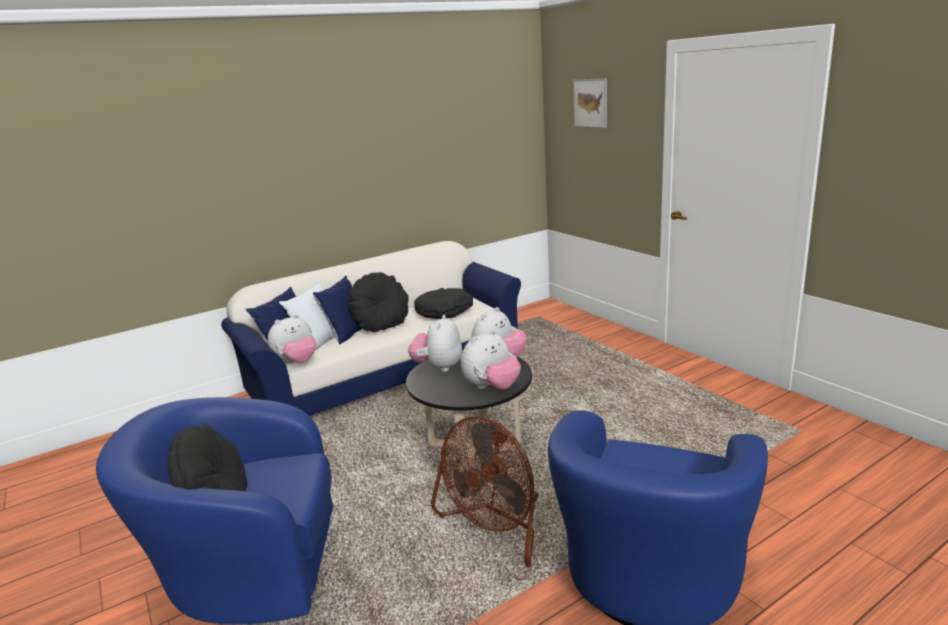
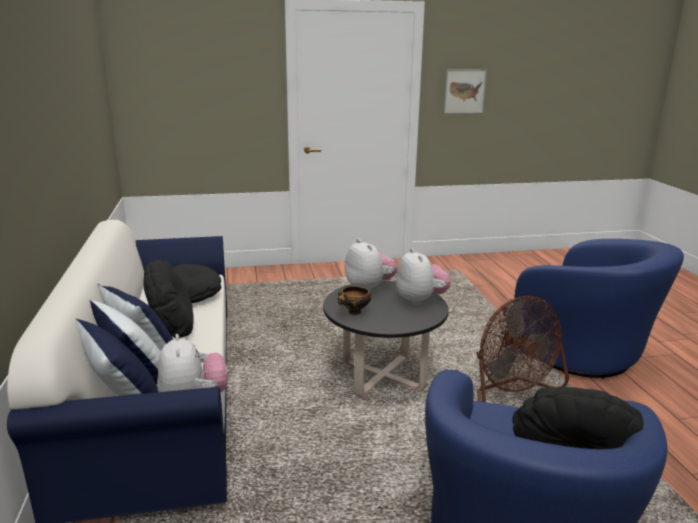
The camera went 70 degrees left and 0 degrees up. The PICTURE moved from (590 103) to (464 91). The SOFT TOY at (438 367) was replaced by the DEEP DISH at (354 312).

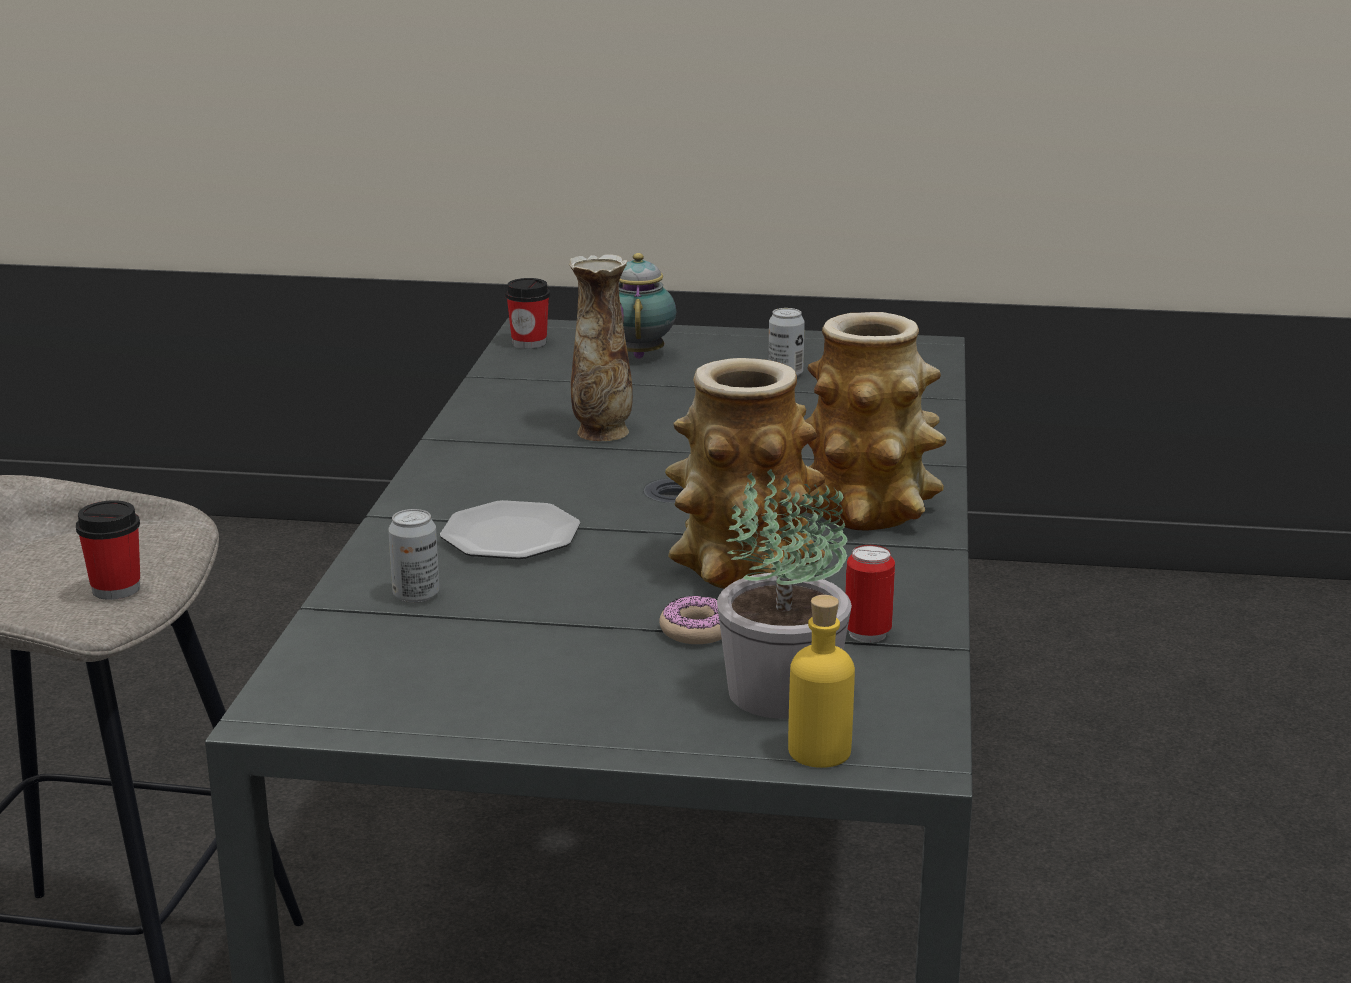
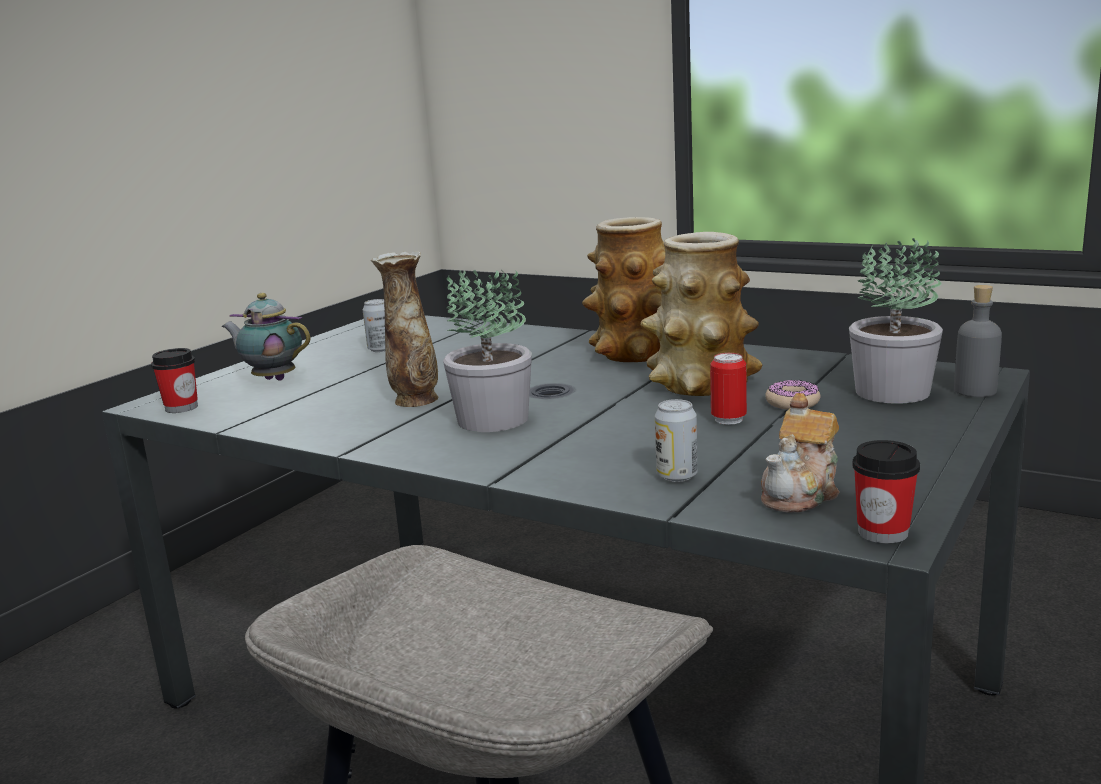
The camera went 65 degrees left and 5 degrees down. The FLAT DISH at (509 536) disappeared. The HOUSEPLANT at (493 420) appeared. The TEA POT at (802 494) appeared. The CUP moved from (116 589) to (883 532). The SEALED CAN moved from (867 634) to (728 420). The YELLOWISH DRINK BOTTLE at (819 751) became the GREYISH DRINK BOTTLE at (975 391).

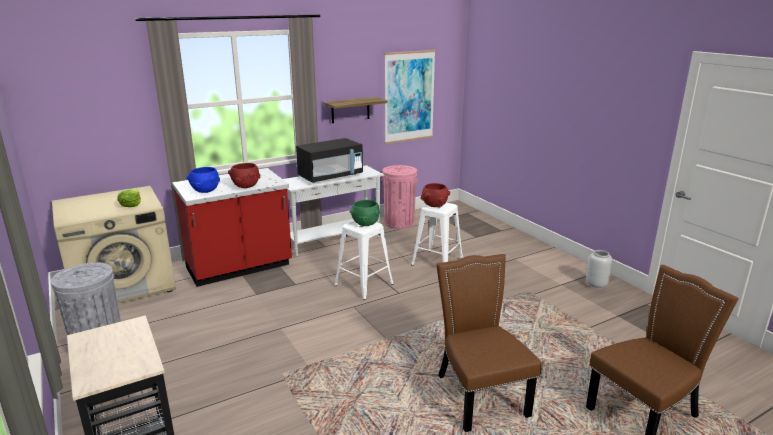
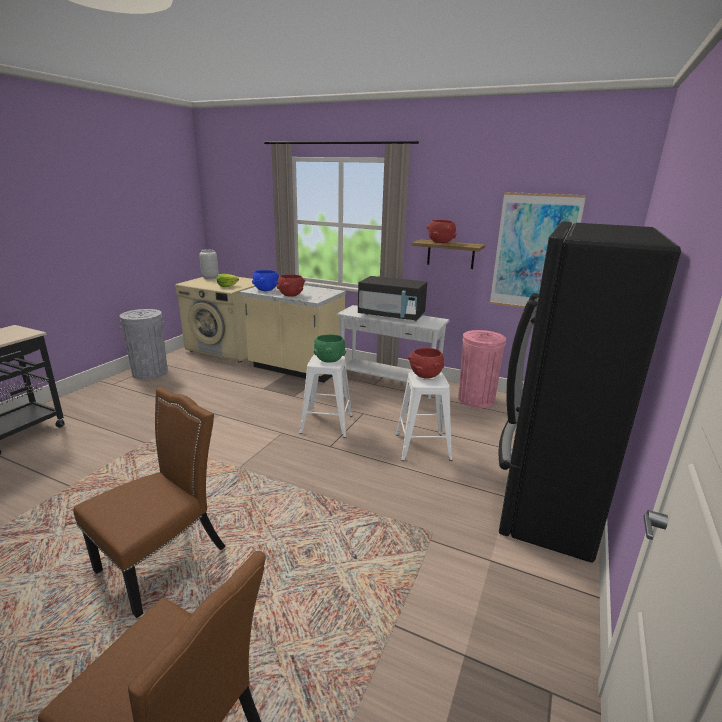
The camera went 55 degrees right and 0 degrees up. The RED DEEP DISH at (440 242) appeared. The BLACK FRIDGE at (543 500) appeared. The GREYISH VASE moved from (596 285) to (210 278). The RED KITCHEN BASE UNIT at (239 268) became the BEIGE KITCHEN BASE UNIT at (296 369).

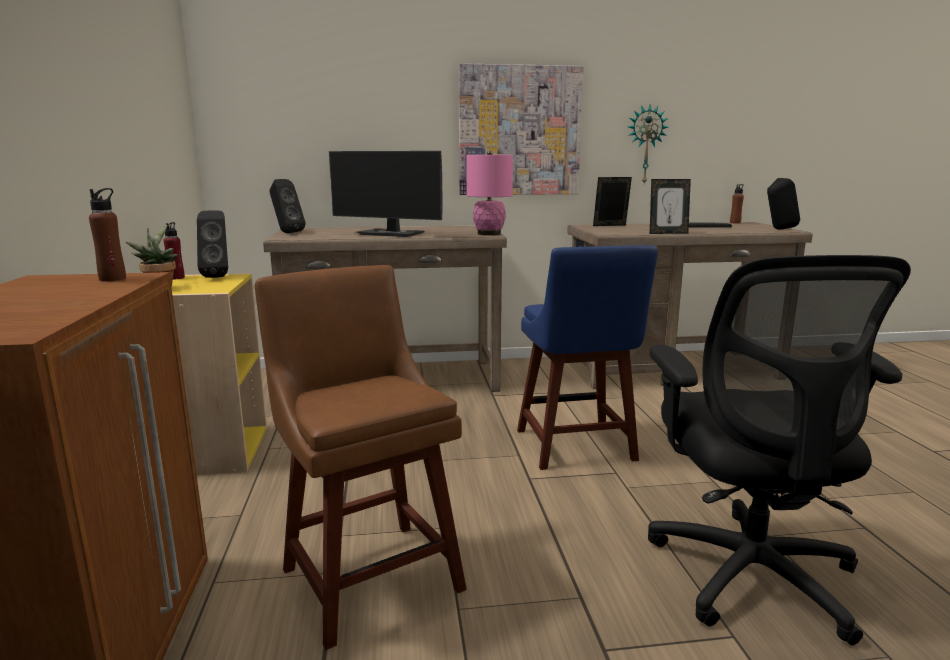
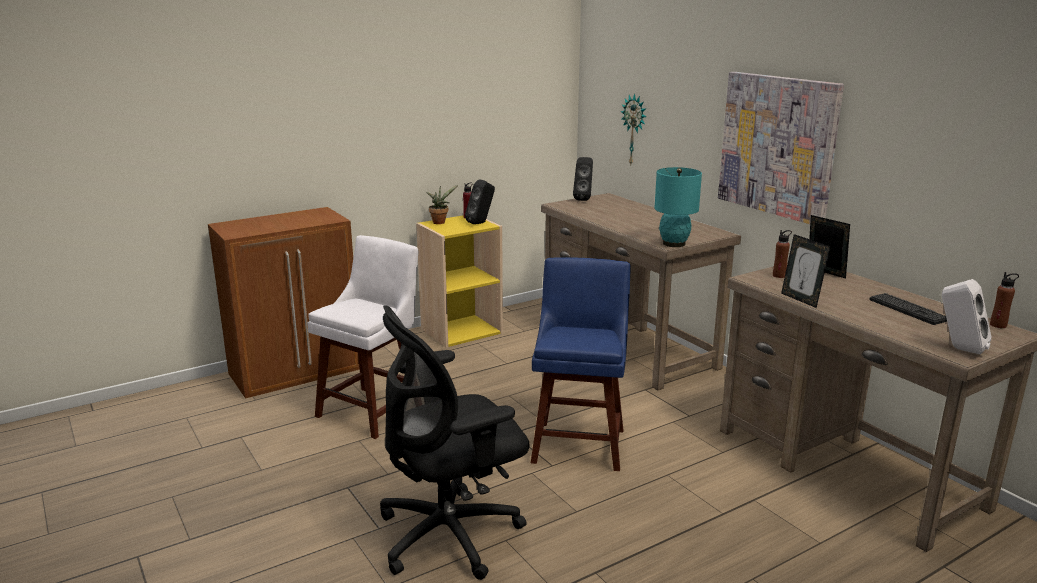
The camera went 65 degrees right and 5 degrees up. The COMPUTER DISPLAY at (392 234) disappeared. The BROWNISH DRINK BOTTLE moved from (113 279) to (779 275). The CLOCK ON THE WALL moved from (645 145) to (635 130). The BROWNISH PLAIN CHAIR at (369 573) became the WHITE PLAIN CHAIR at (373 410). The PINKISH TABLETOP LAMP at (489 234) became the TURQUOISE TABLETOP LAMP at (673 244). The BLACK SPEAKER at (778 229) became the WHITE SPEAKER at (959 349). The BLUE-COLOURED PLAIN CHAIR at (576 448) turned 135 degrees clockwise.

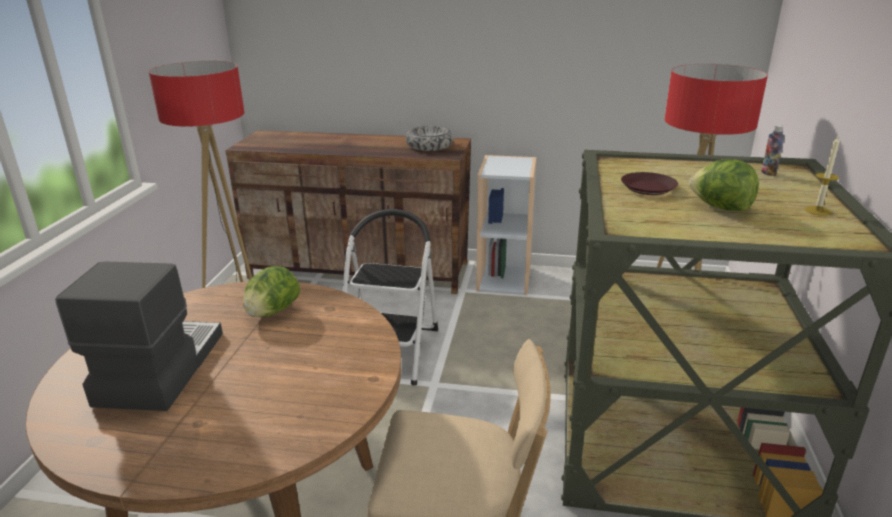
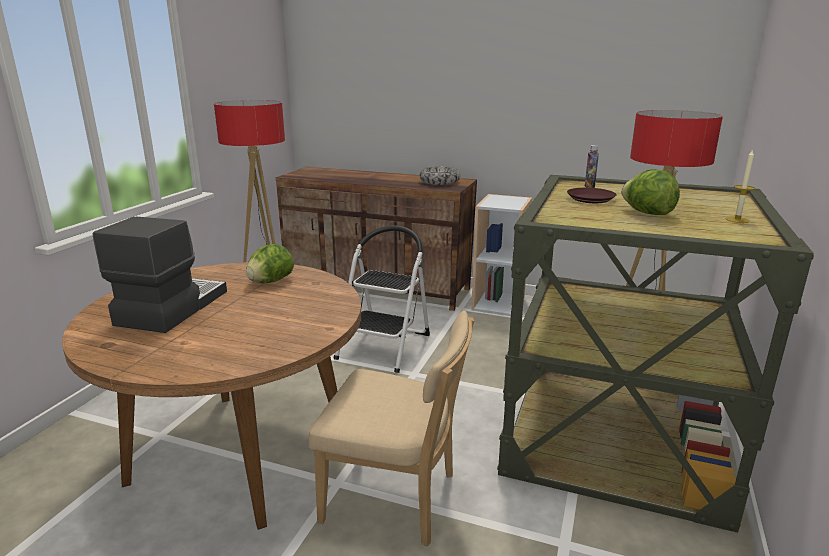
The camera went 10 degrees right and 5 degrees down. The DRINK BOTTLE moved from (768 173) to (589 186).

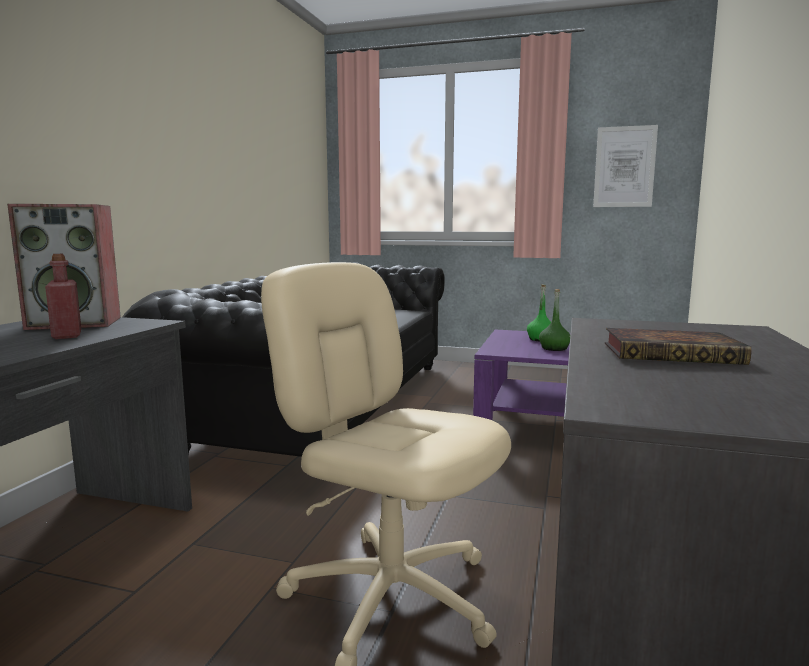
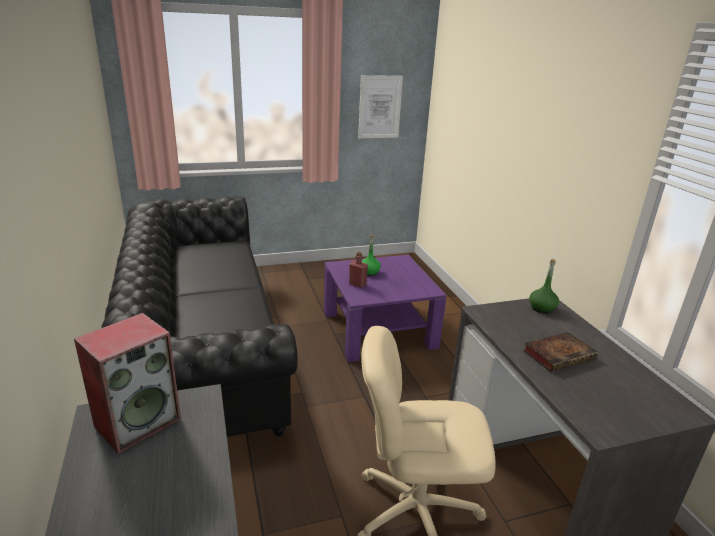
The camera went 35 degrees left and 15 degrees up. The RED DRINK BOTTLE moved from (67 335) to (357 284). The GREEN DRINK BOTTLE moved from (554 348) to (542 308).

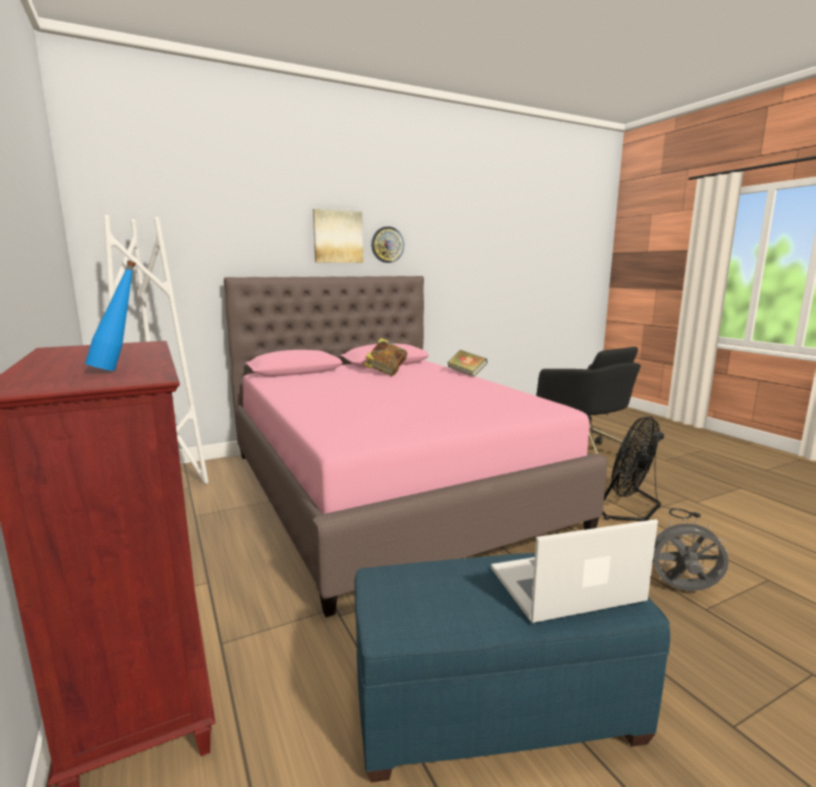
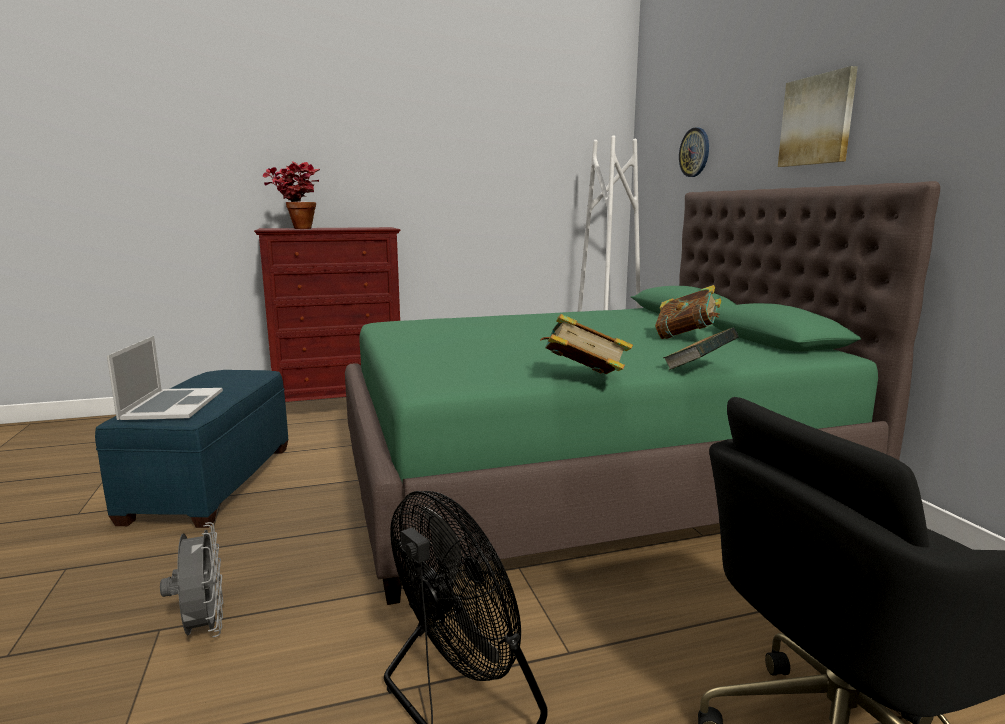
The camera went 100 degrees right and 0 degrees up. The VOLUME at (582 379) appeared. The CLOCK ON THE WALL moved from (387 244) to (695 152). The BLUE-COLOURED DRINK BOTTLE at (118 369) was replaced by the HOUSEPLANT at (296 228). The PINKISH BED at (389 488) became the GREEN BED at (582 473). The GREYISH ELECTRIC FAN at (683 590) turned 45 degrees counterclockwise.

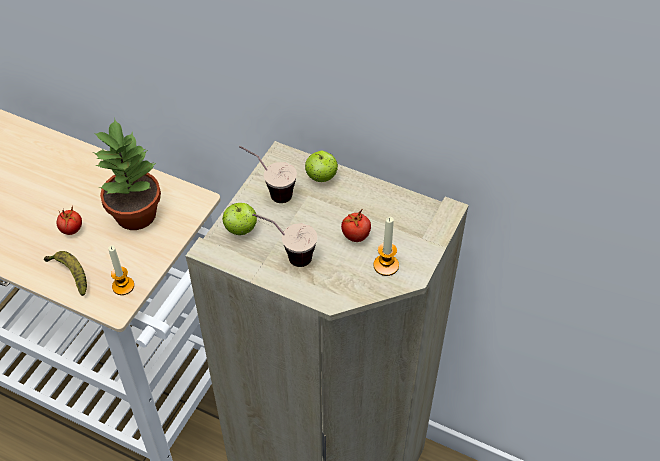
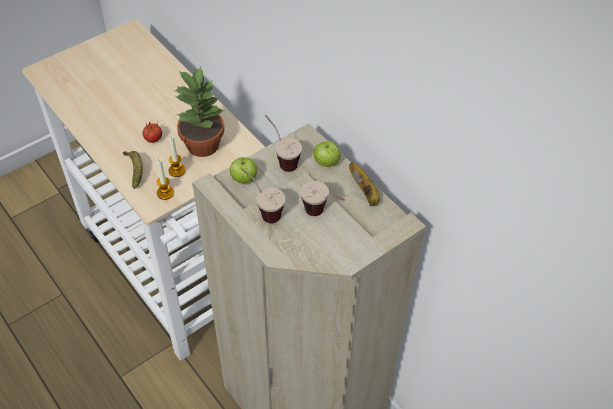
The camera went 25 degrees right and 0 degrees up. The BANANA FRUIT at (365 192) appeared. The WAX LIGHT moved from (386 265) to (177 170). The FRESH TOMATO at (355 235) was replaced by the CUP at (322 215).

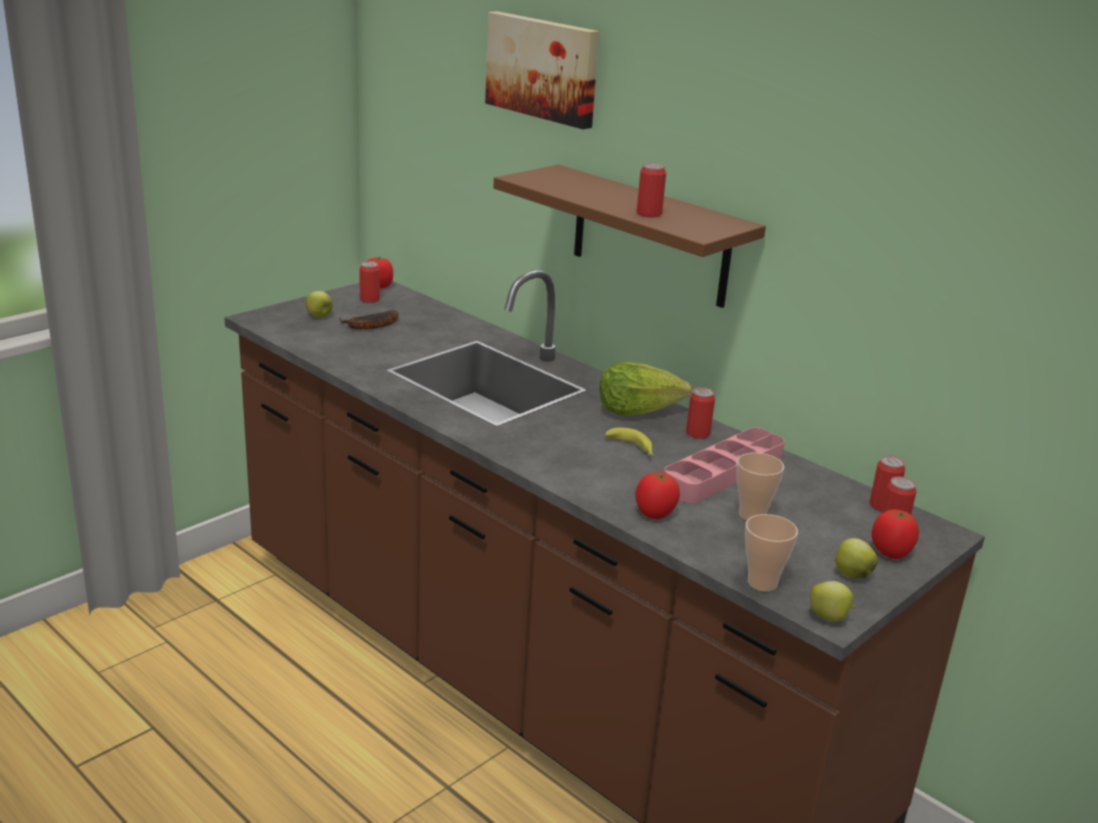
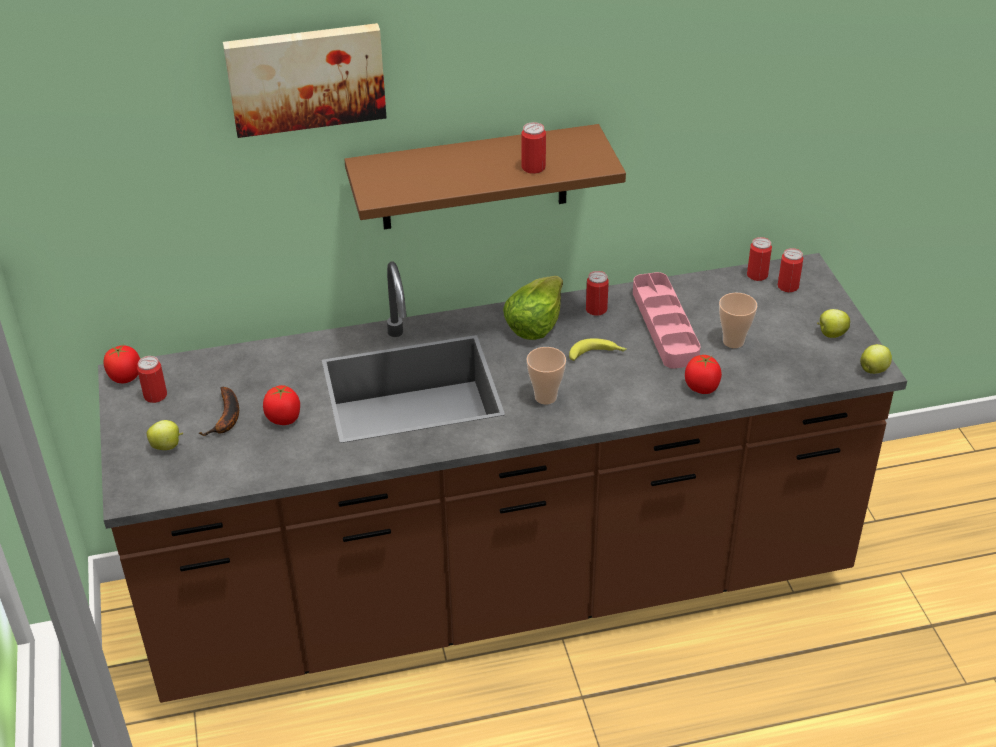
The camera went 55 degrees left and 15 degrees up. The CUP moved from (762 583) to (545 397). The FRESH TOMATO moved from (891 552) to (284 419).

